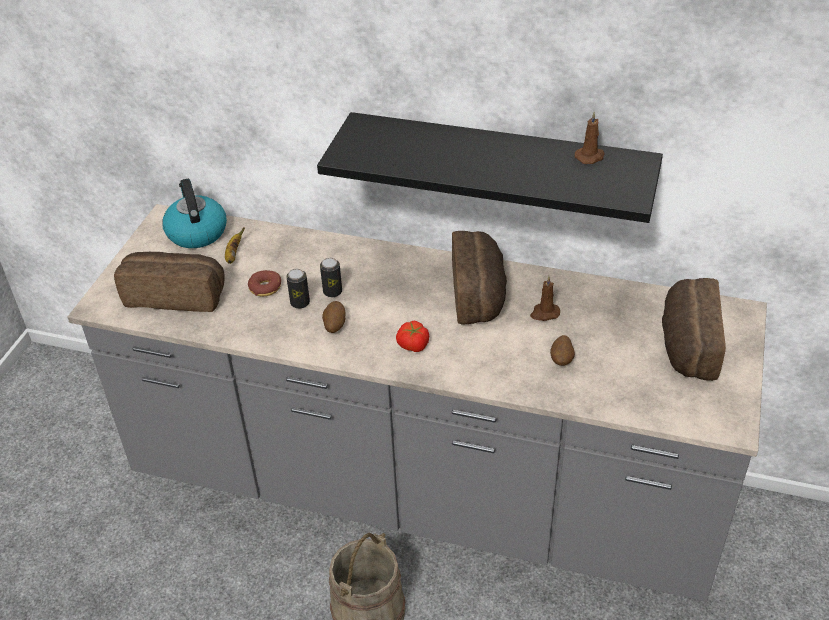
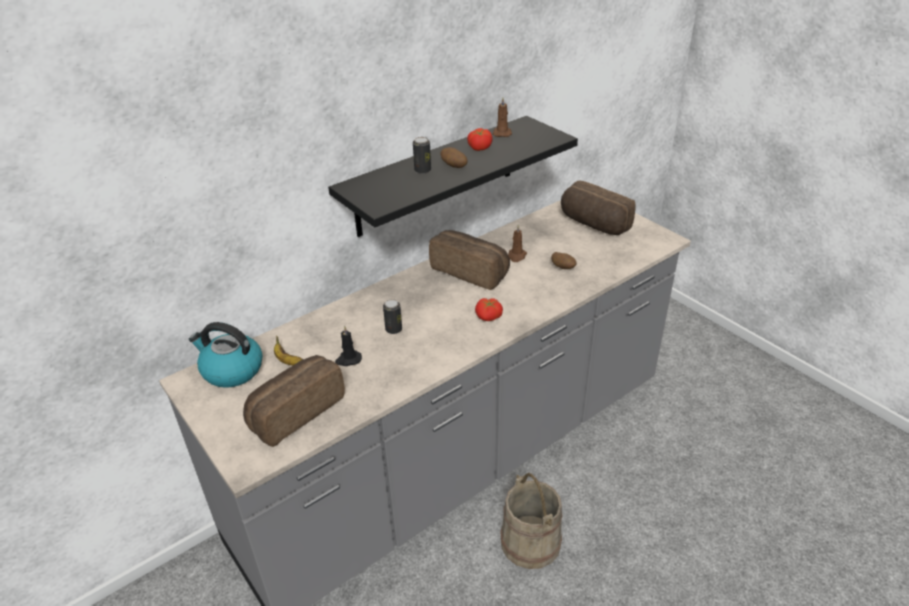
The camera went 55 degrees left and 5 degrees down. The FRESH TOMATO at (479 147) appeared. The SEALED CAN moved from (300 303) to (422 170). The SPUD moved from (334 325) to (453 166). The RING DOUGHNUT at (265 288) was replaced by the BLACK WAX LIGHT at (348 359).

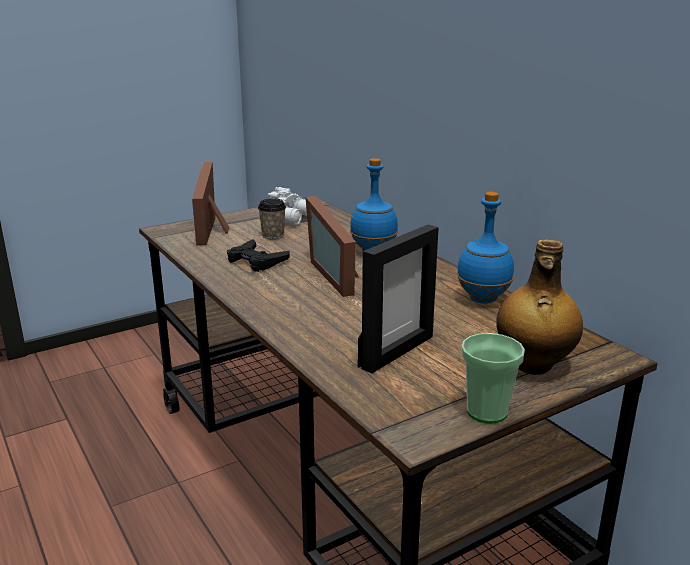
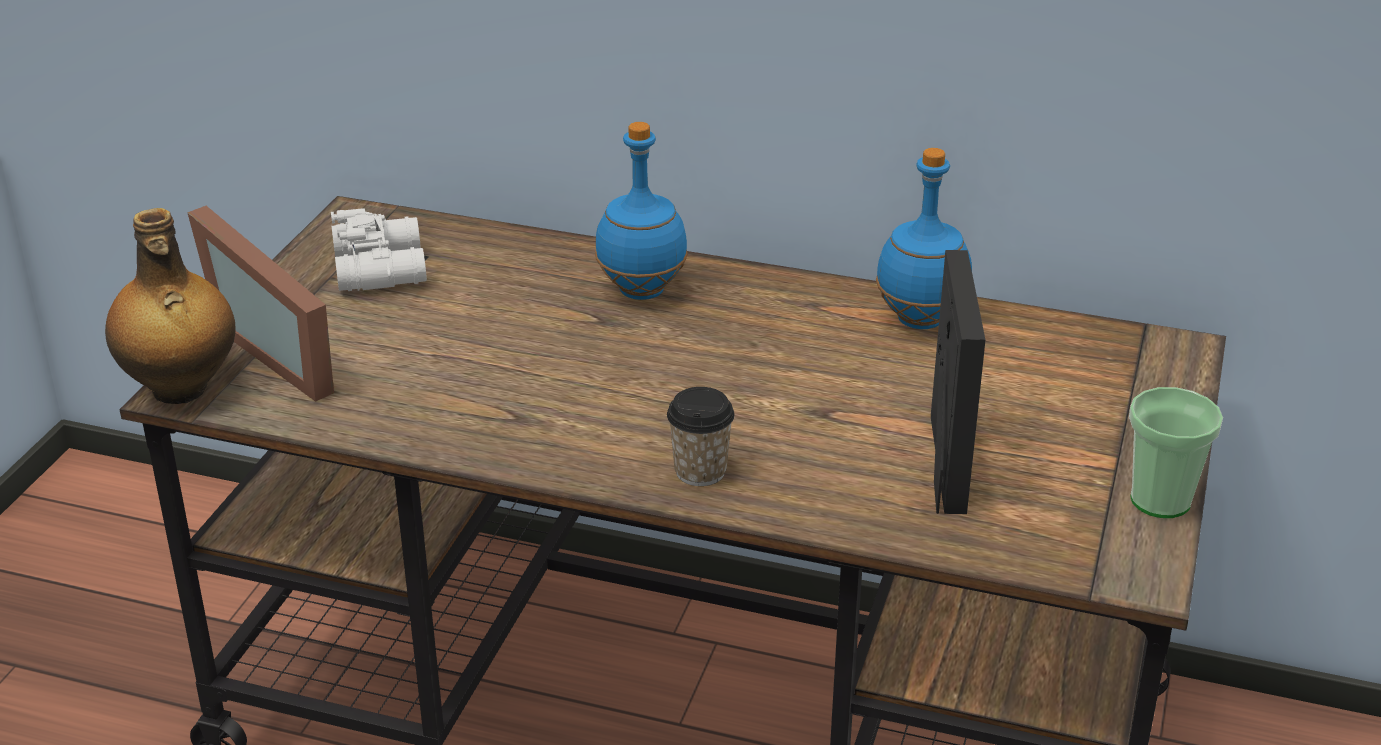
The camera went 40 degrees left and 10 degrees up. The BLACK JOYPAD at (256 261) disappeared. The PHOTO FRAME at (339 274) disappeared. The CUP moved from (273 235) to (700 471). The DRINK BOTTLE moved from (533 365) to (180 389).

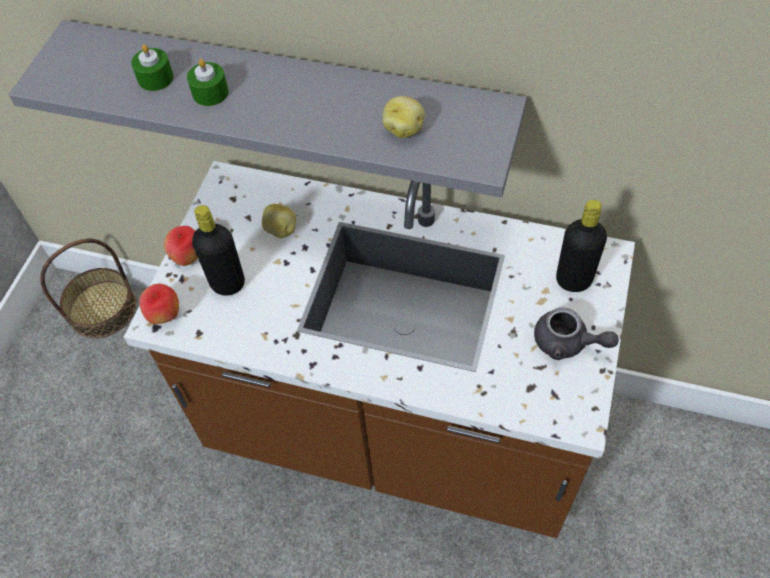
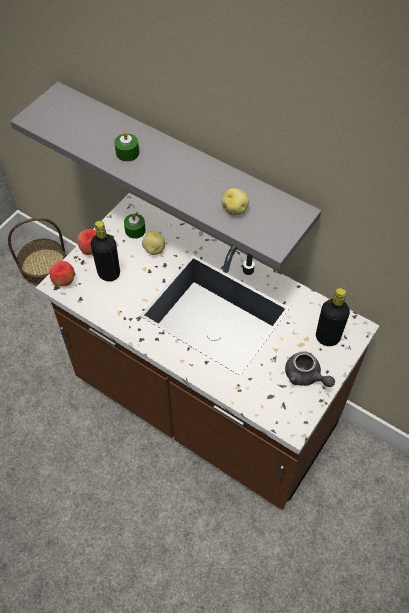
The camera went 15 degrees right and 0 degrees up. The GREEN WAX LIGHT moved from (155 78) to (135 230).

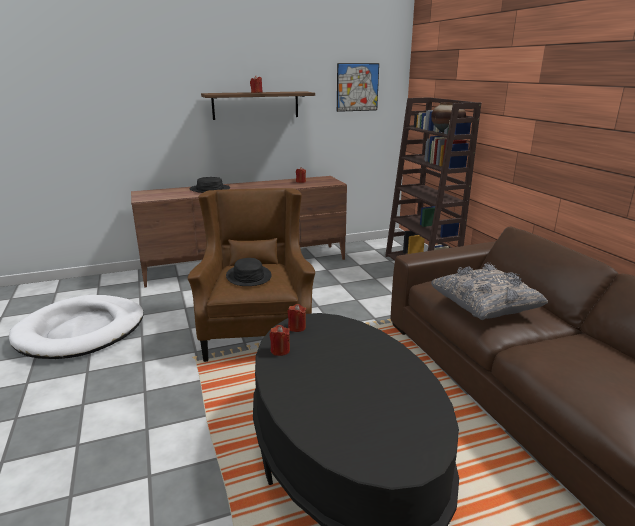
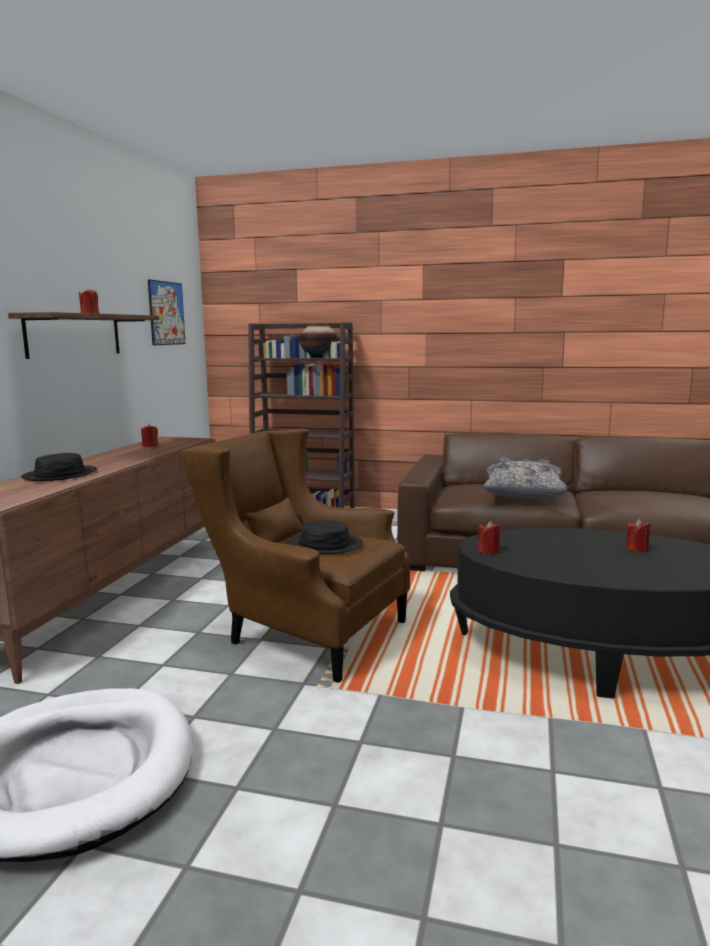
The camera went 55 degrees left and 10 degrees down. The RED WAX LIGHT moved from (280 350) to (636 549).

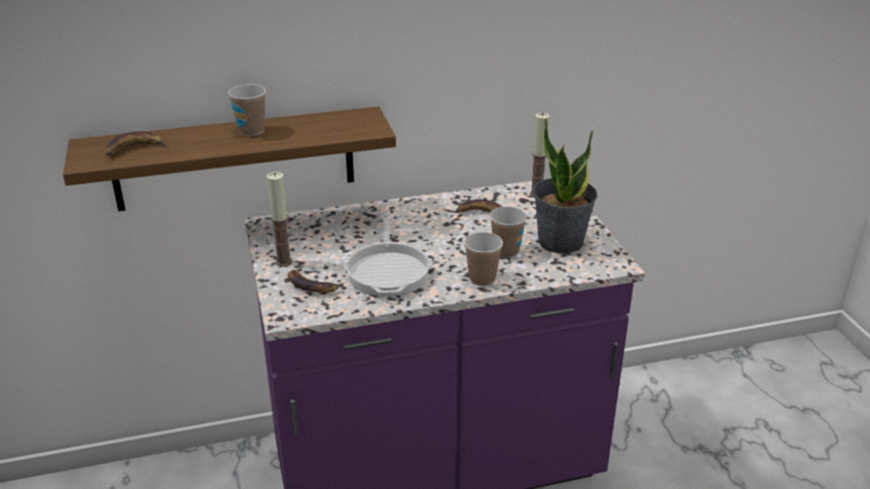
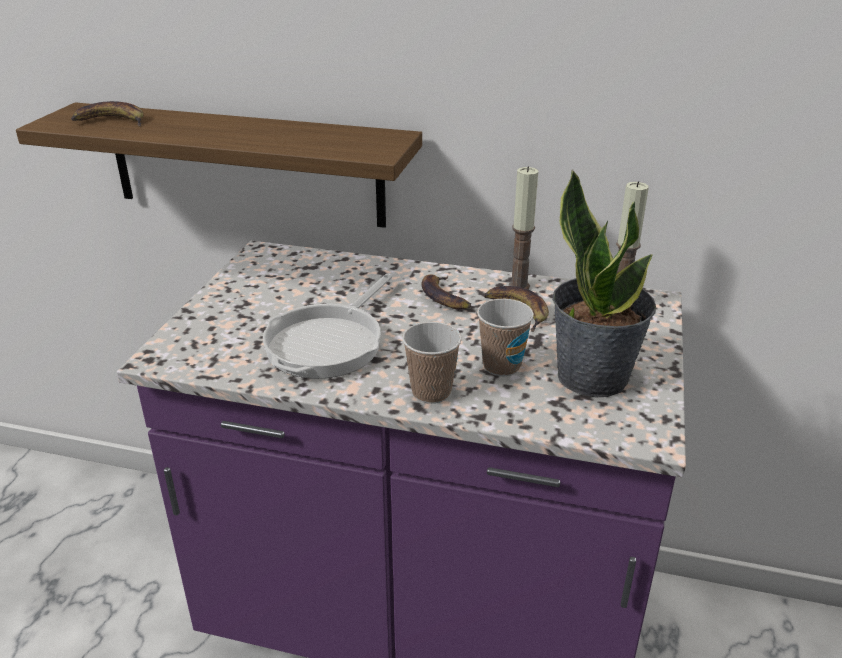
The camera went 30 degrees right and 0 degrees up. The CUP at (251 131) disappeared. The WAX LIGHT moved from (284 261) to (519 286). The BANANA FRUIT moved from (311 285) to (445 297).

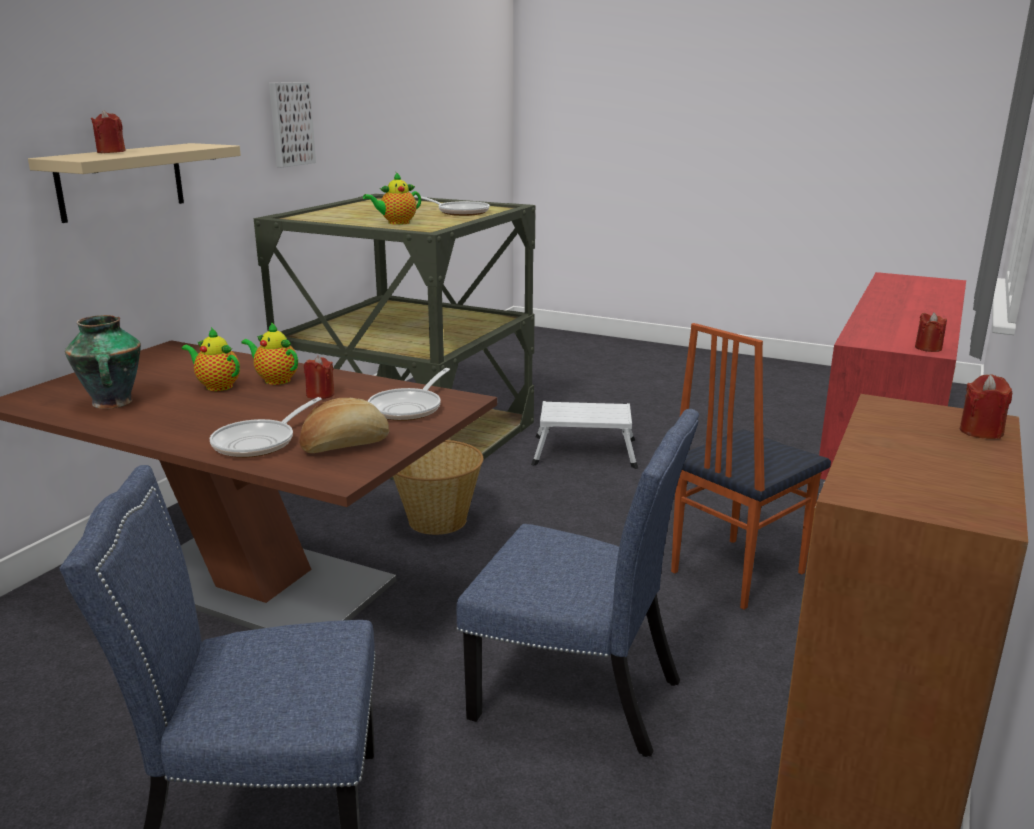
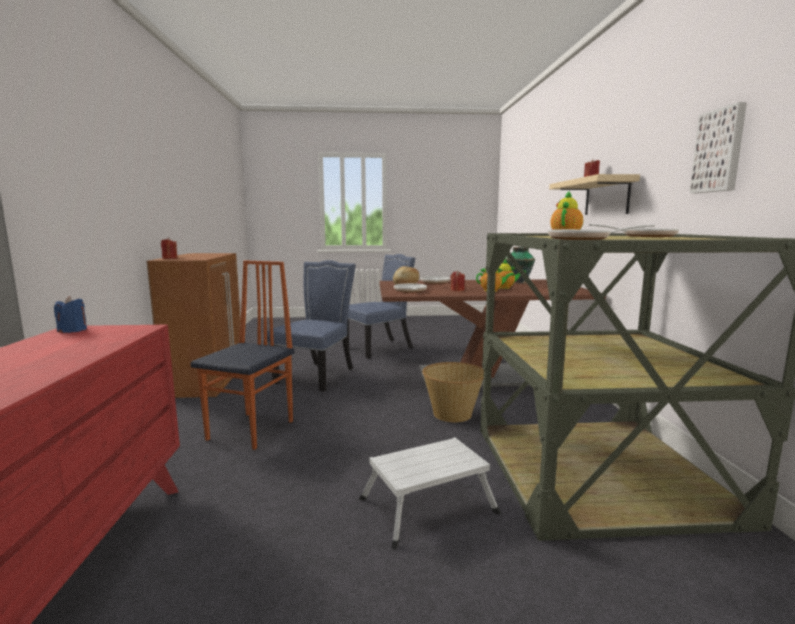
The camera went 150 degrees right and 10 degrees down. The FRYING PAN at (644 236) appeared. The RED WAX LIGHT at (928 348) became the BLUE-COLOURED WAX LIGHT at (73 330). The BLUE-COLOURED PLAIN CHAIR at (573 694) turned 120 degrees clockwise.

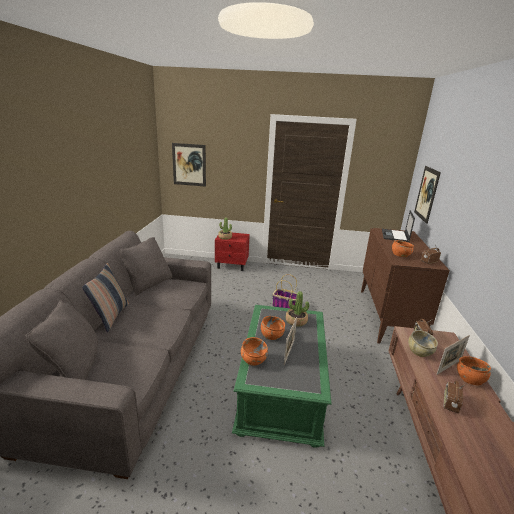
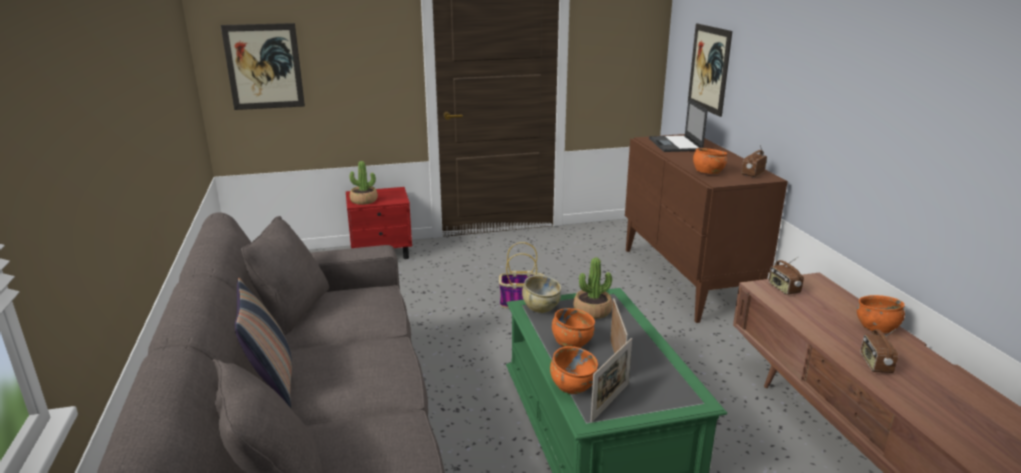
The camera went 20 degrees left and 0 degrees up. The BEIGE DEEP DISH moved from (419 352) to (540 307). The PHOTO FRAME moved from (449 366) to (610 402).

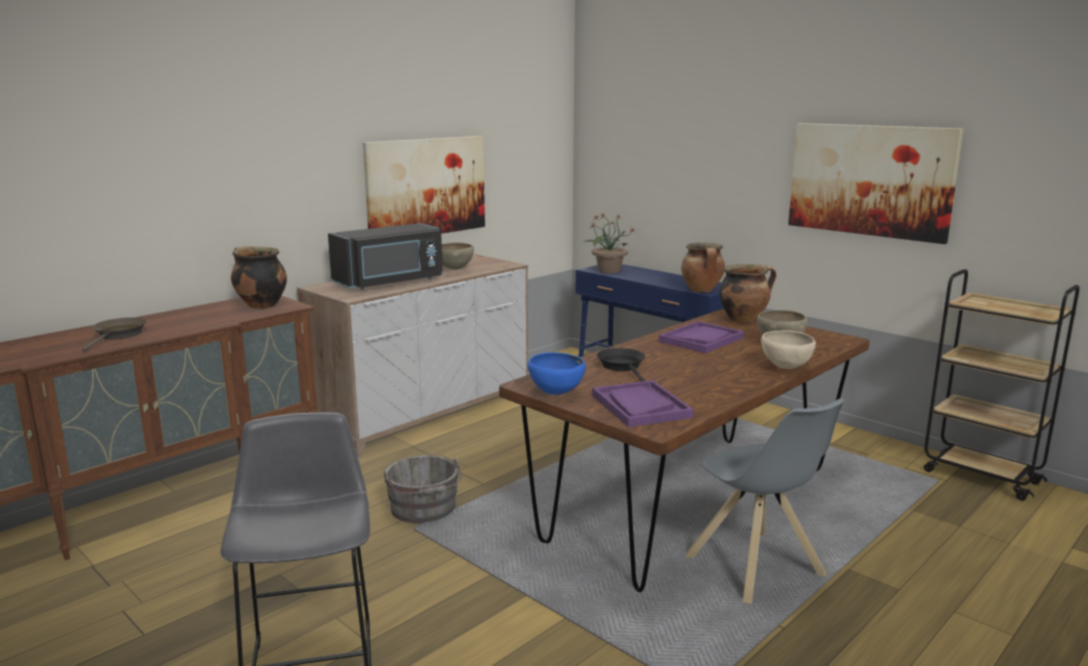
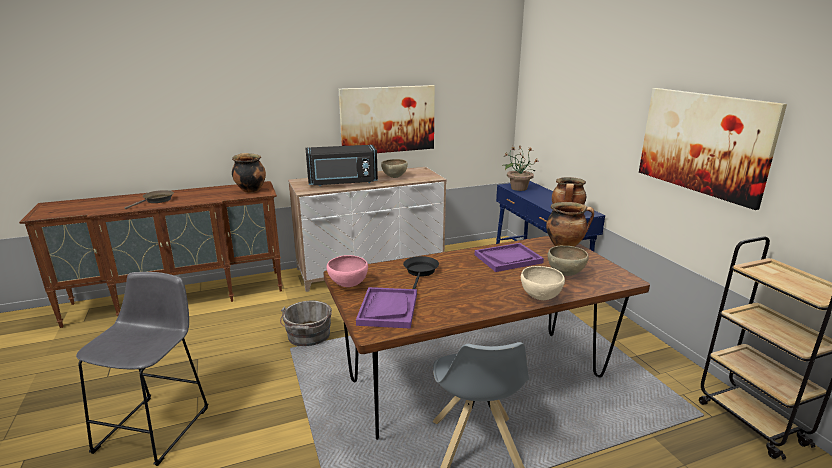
The camera went 25 degrees right and 5 degrees up. The BLUE-COLOURED DEEP DISH at (556 393) became the PINKISH DEEP DISH at (348 285).

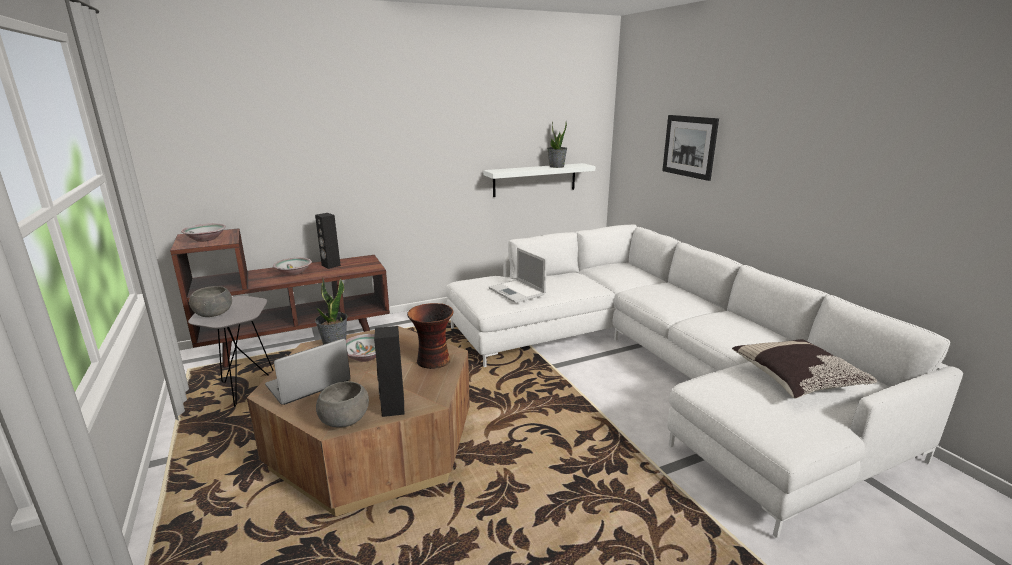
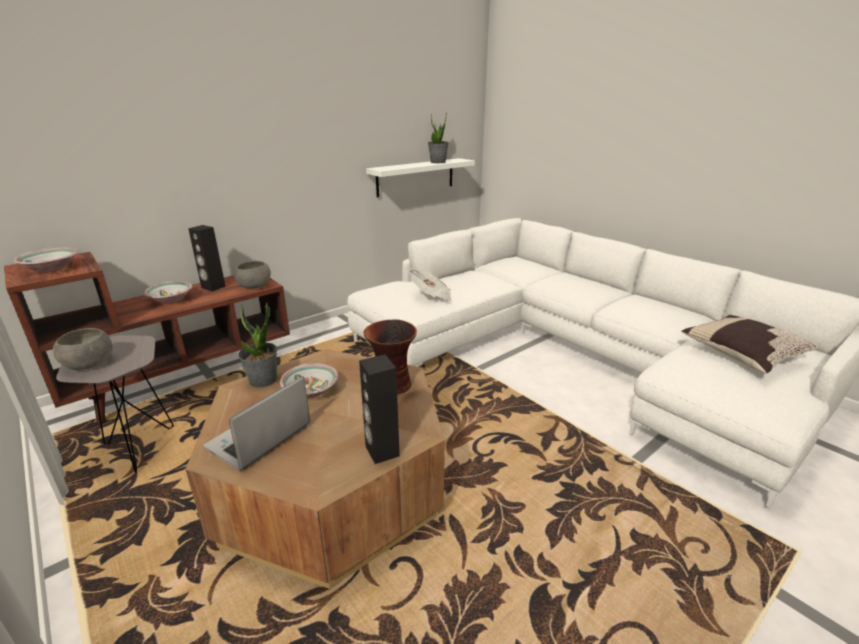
The camera went 15 degrees left and 5 degrees up. The PICTURE at (689 146) disappeared. The GREYISH DEEP DISH moved from (344 419) to (254 286). The PORTABLE COMPUTER at (517 292) was replaced by the NEWSPAPER at (431 296).

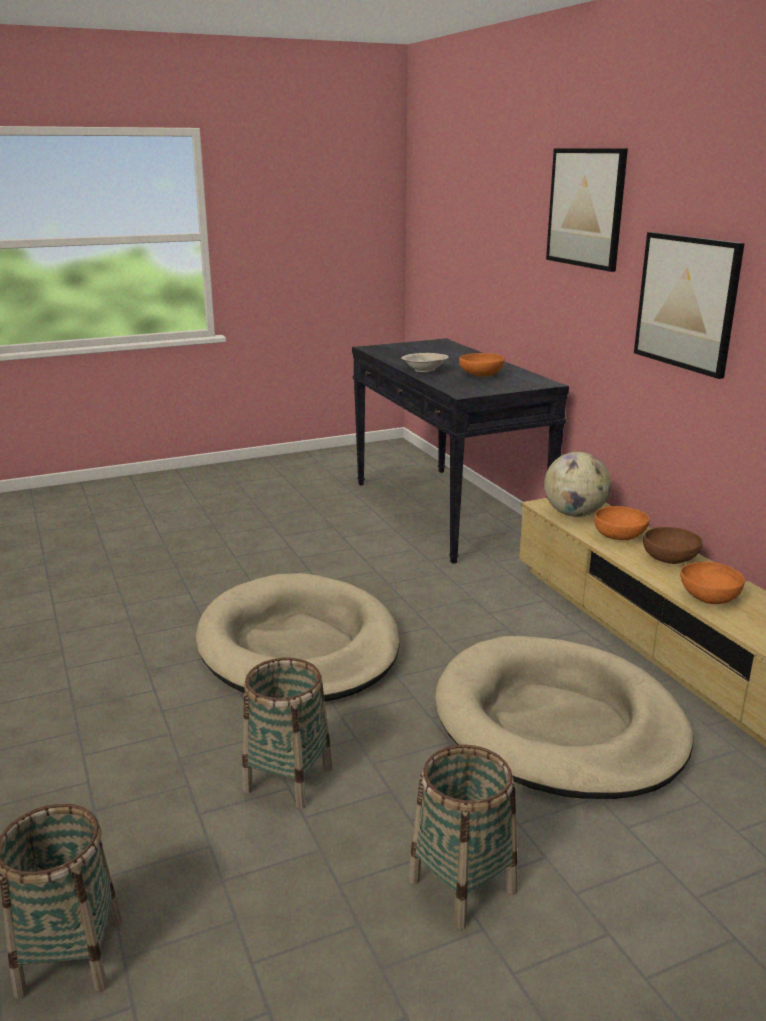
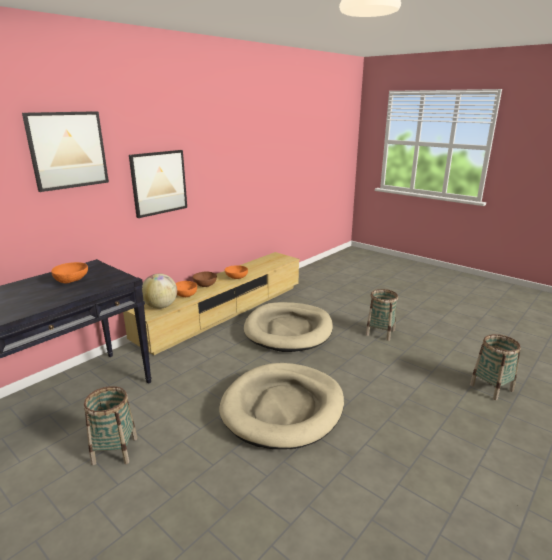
The camera went 115 degrees left and 0 degrees up. The BEIGE DEEP DISH at (424 370) disappeared. The STORAGE BASKET moved from (288 779) to (115 450).

